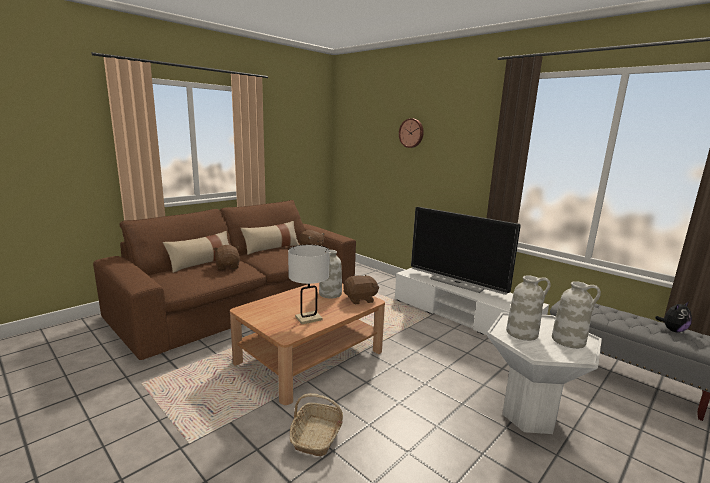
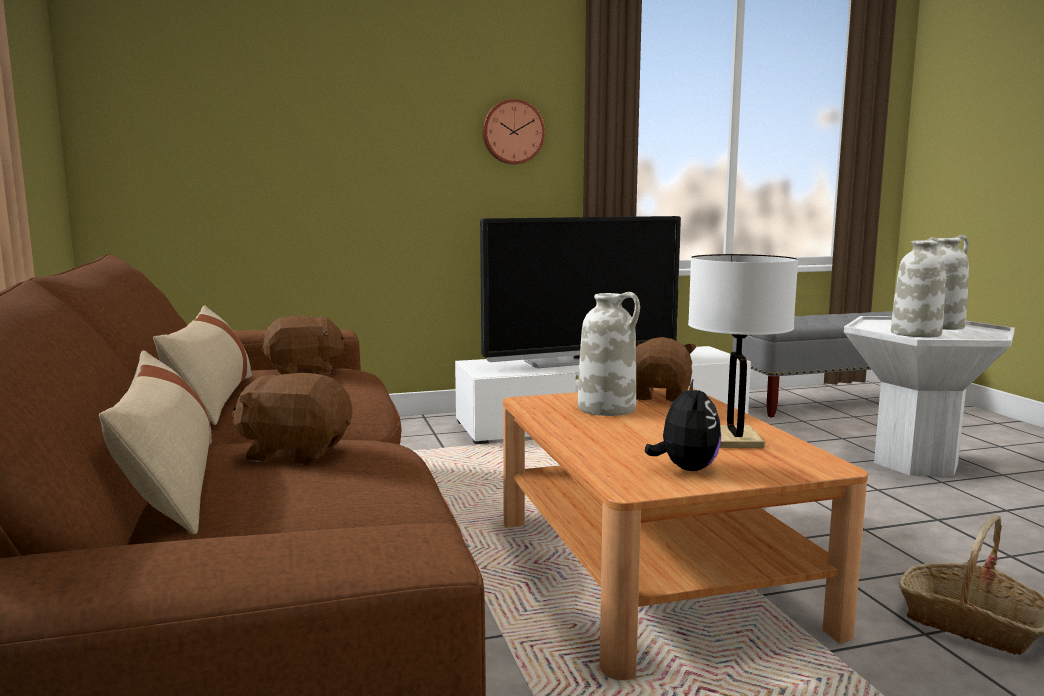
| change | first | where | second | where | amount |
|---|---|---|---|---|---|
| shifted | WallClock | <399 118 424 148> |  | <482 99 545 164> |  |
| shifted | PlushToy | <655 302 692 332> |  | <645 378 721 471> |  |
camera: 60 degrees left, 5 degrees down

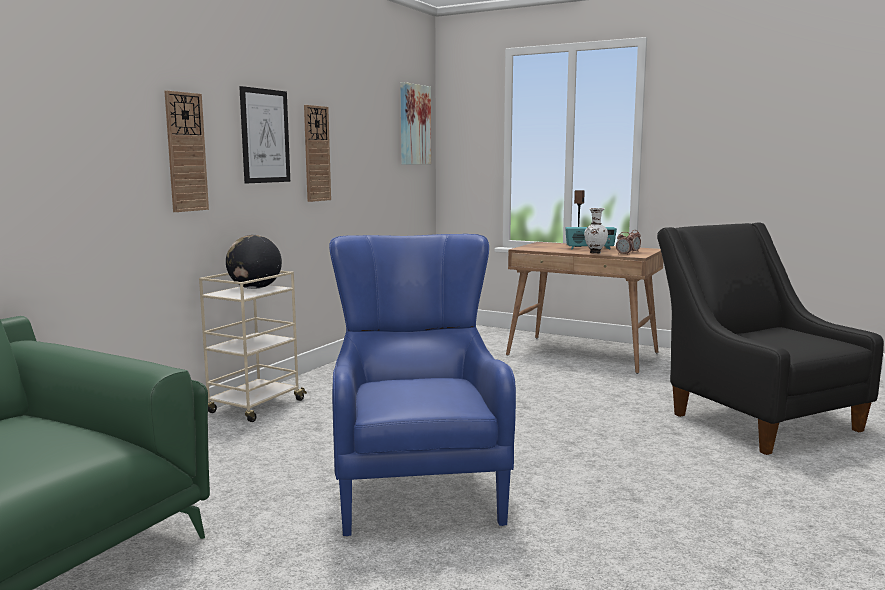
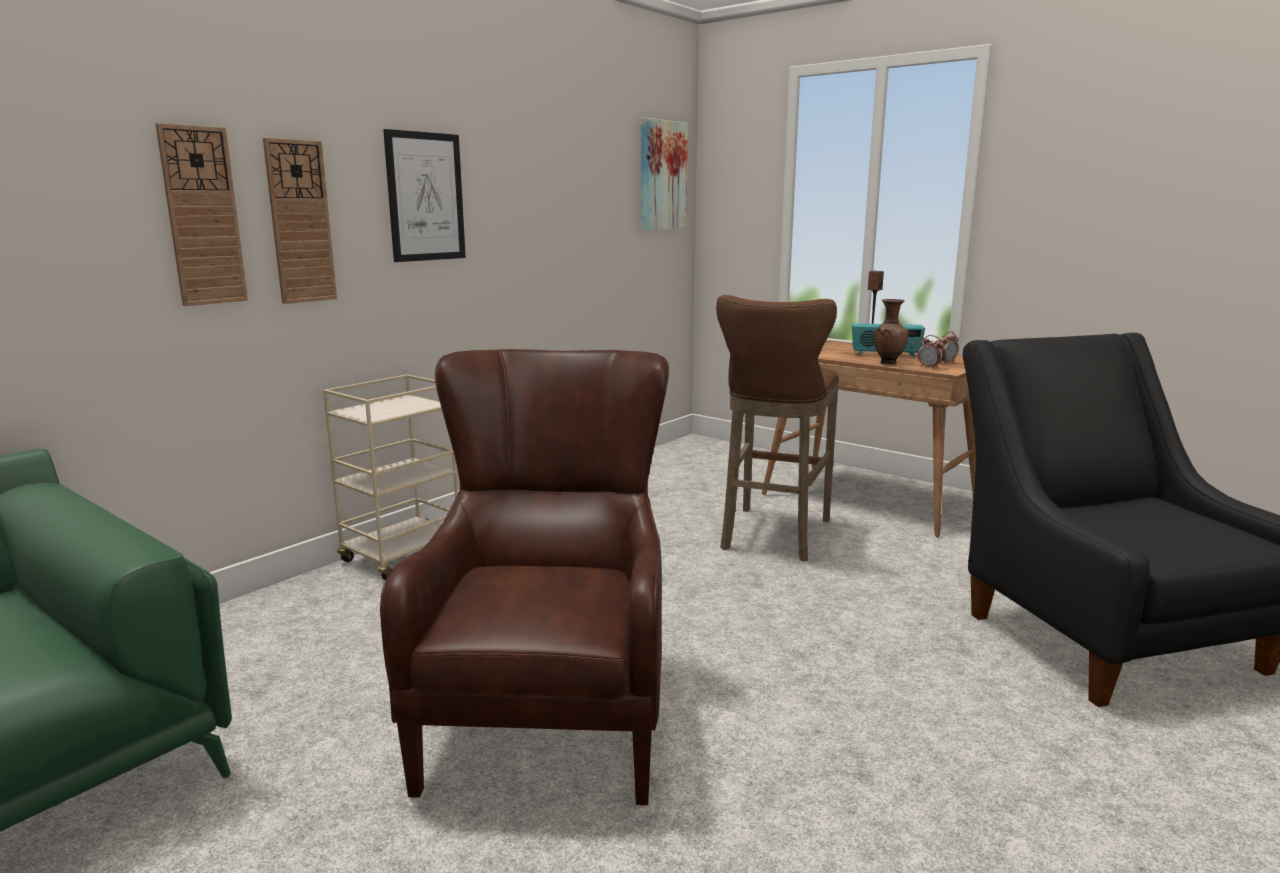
| change | first | where | second | where | amount |
|---|---|---|---|---|---|
| gone | Globe | <226 235 282 289> |  |  |  |
| shifted | WallClock | <304 105 331 202> |  | <156 123 248 306> |  |
| repainted | BlueArmchair | <329 234 516 536> | BrownArmchair | <380 349 669 805> |  |
| repainted | WhiteVase | <584 208 608 253> | BrownVase | <874 299 908 364> |  |
| new |  |  | BrownStool | <716 295 839 561> |  |
camera: 10 degrees right, 5 degrees up

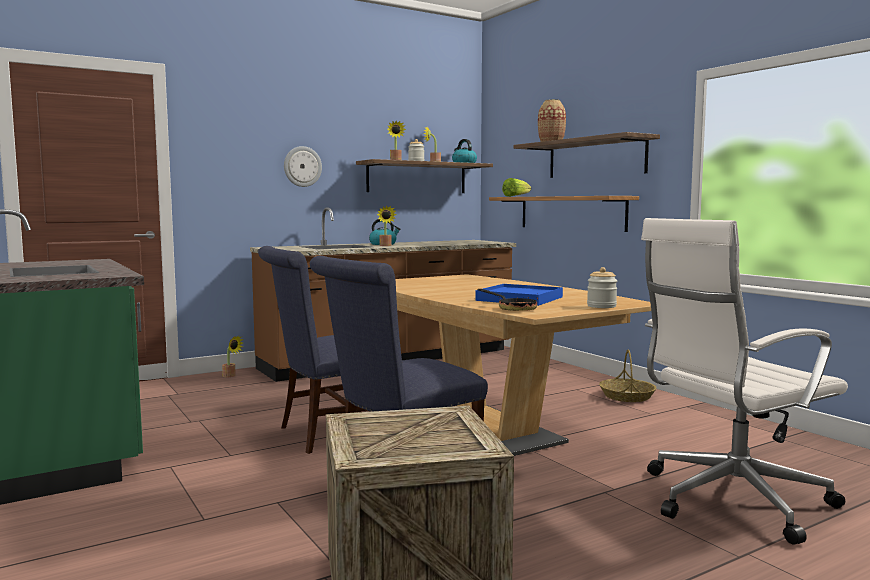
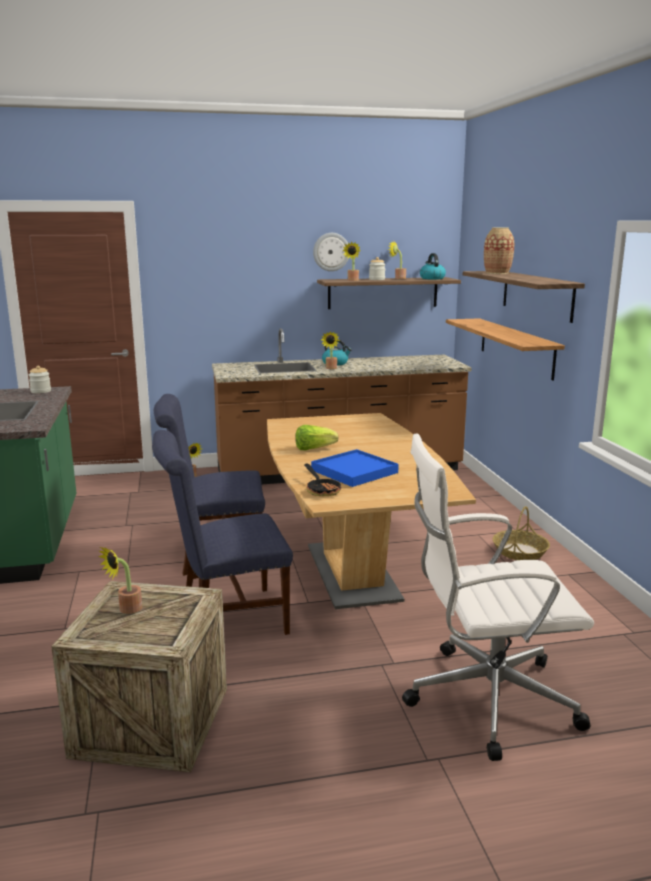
| change | first | where | second | where | amount |
|---|---|---|---|---|---|
| shifted | WallClock | <284 146 322 187> |  | <313 233 349 271> |  |
| shifted | Lettuce | <502 178 531 197> |  | <295 425 338 450> |  |
| shifted | Jar | <587 267 617 308> |  | <29 365 51 393> |  |
| new |  |  | PottedPlant | <98 546 142 614> |  |
camera: 20 degrees right, 10 degrees up

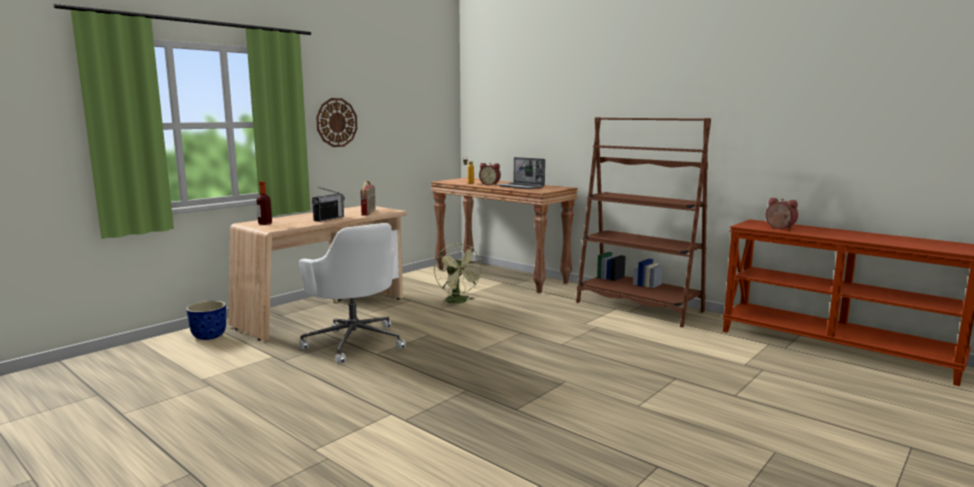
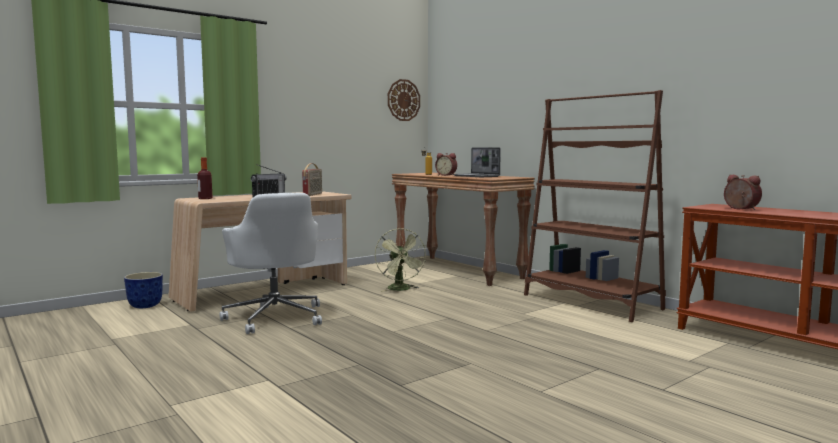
| change | first | where | second | where | amount |
|---|---|---|---|---|---|
| shifted | WallClock | <316 98 357 147> |  | <388 79 420 121> |  |
camera: 10 degrees right, 5 degrees down

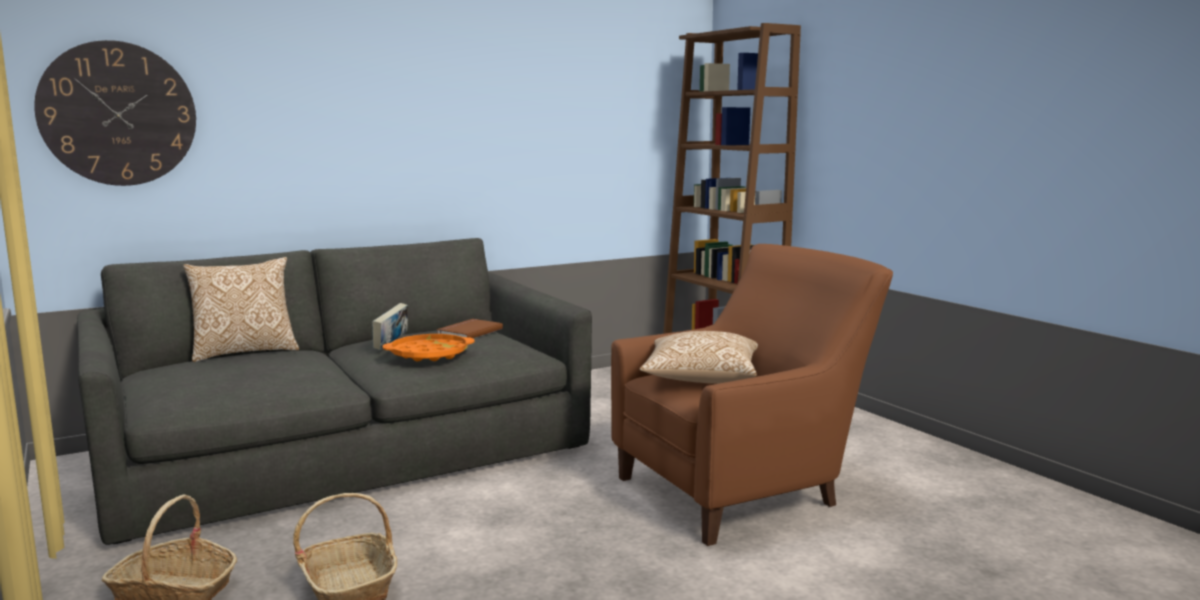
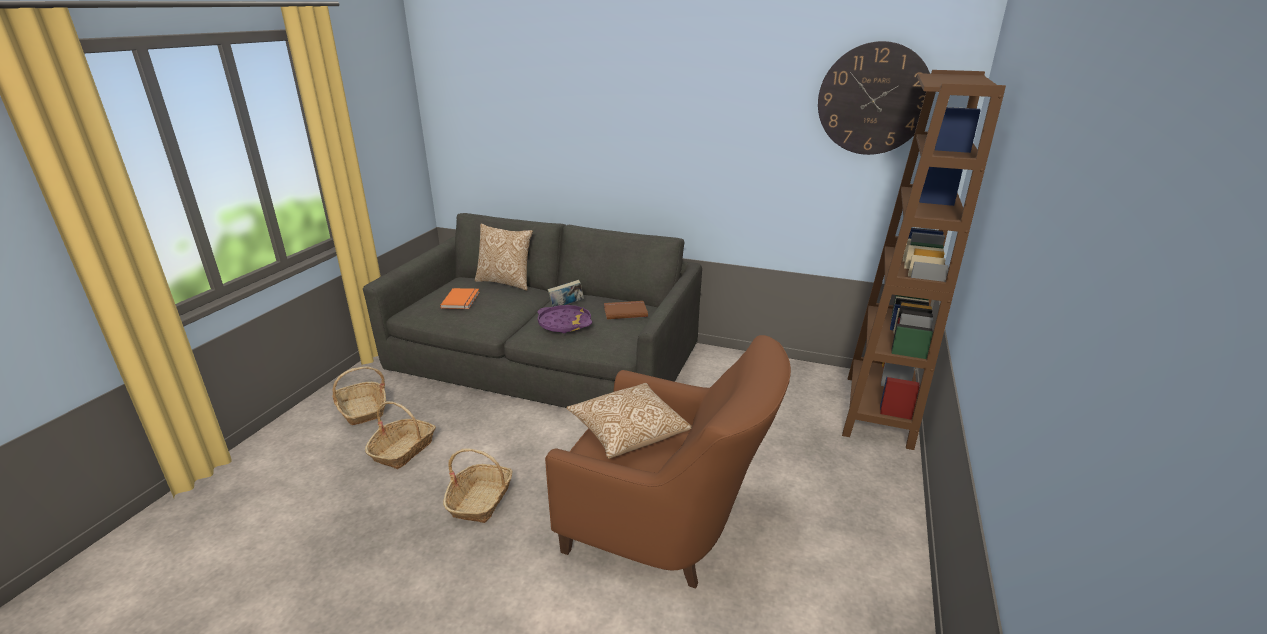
| change | first | where | second | where | amount |
|---|---|---|---|---|---|
| shifted | WallClock | <34 40 196 186> |  | <818 41 930 155> |  |
| repainted | OrangeTray | <383 334 475 361> | PurpleTray | <538 305 592 333> |  |
| new |  |  | OrangeBook | <440 288 479 309> |  |
| new |  |  | Basket | <443 449 513 523> |  |
camera: 50 degrees right, 15 degrees up

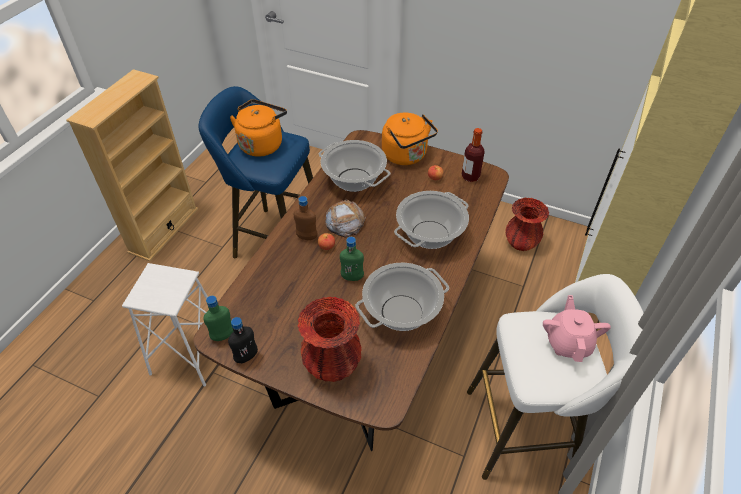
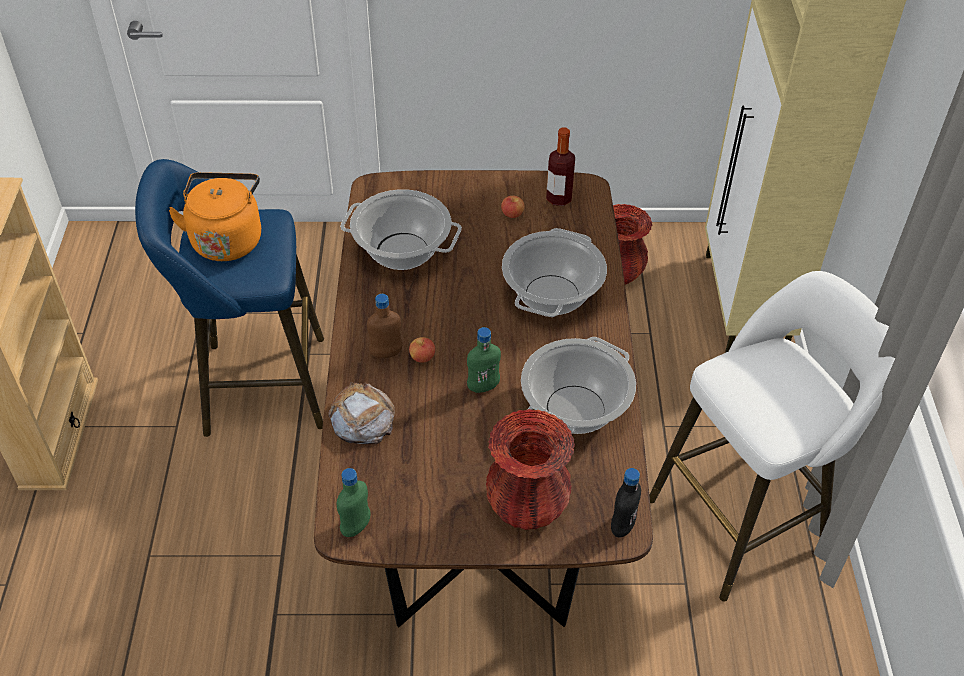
| change | first | where | second | where | amount |
|---|---|---|---|---|---|
| gone | WhiteStool | <122 263 208 386> |  |  |  |
| shifted | BlackBottle | <228 317 258 363> |  | <611 468 641 538> |  |
| shifted | Bread | <326 199 366 238> |  | <328 382 395 444> |  |
| gone | OrangeKettle | <382 113 438 165> |  |  |  |
| gone | PinkTeapot | <543 295 611 362> |  |  |  |
camera: 25 degrees left, 0 degrees up

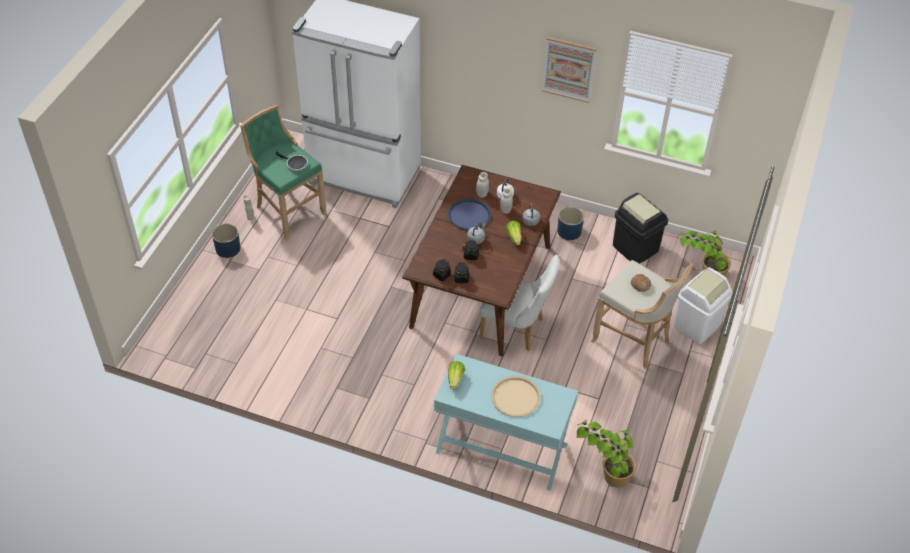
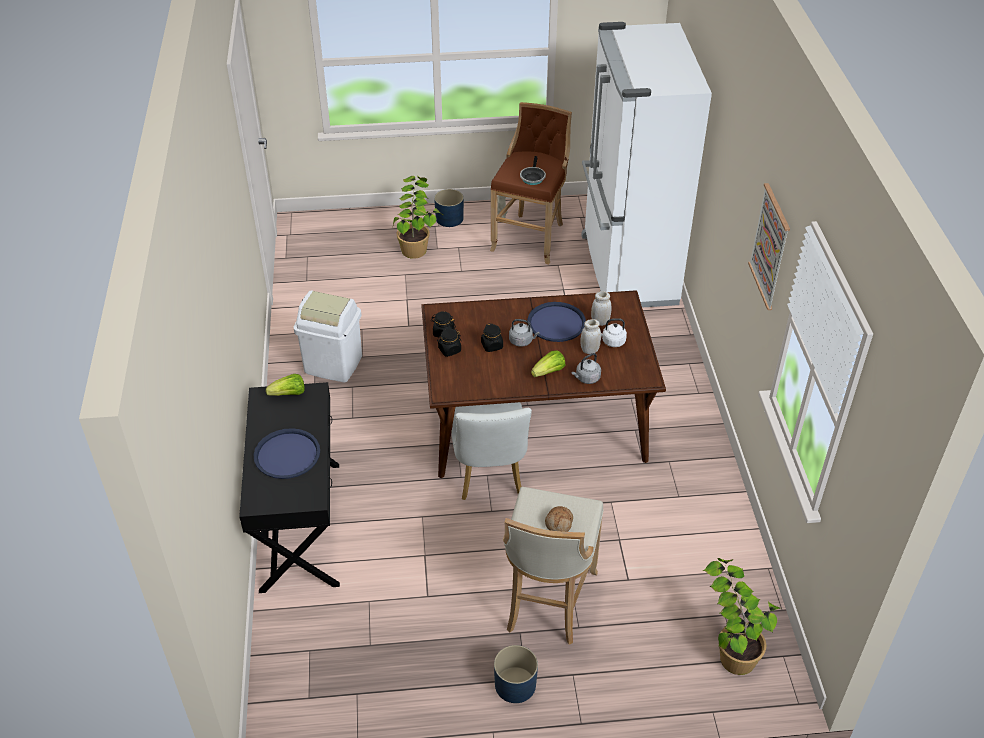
| change | first | where | second | where | amount |
|---|---|---|---|---|---|
| repainted | GreenStool | <240 105 327 240> | BrownStool | <490 102 572 264> |  |
| repainted | TurquoiseConsoleTable | <434 354 578 491> | BlackConsoleTable | <239 382 340 593> |  |
| repainted | BeigeTray | <491 376 541 417> | BlueTray | <254 428 320 479> |  |
| shifted | BluePlanter | <557 207 584 240> |  | <494 645 538 703> |  |
| shifted | PottedPlant | <577 419 636 487> |  | <393 175 444 259> |  |
| gone | BlackTrashCan | <613 193 668 264> |  |  |  |
| shifted | WhiteTrashCan | <673 267 733 344> |  | <293 290 362 382> |  |
camera: 65 degrees right, 5 degrees down

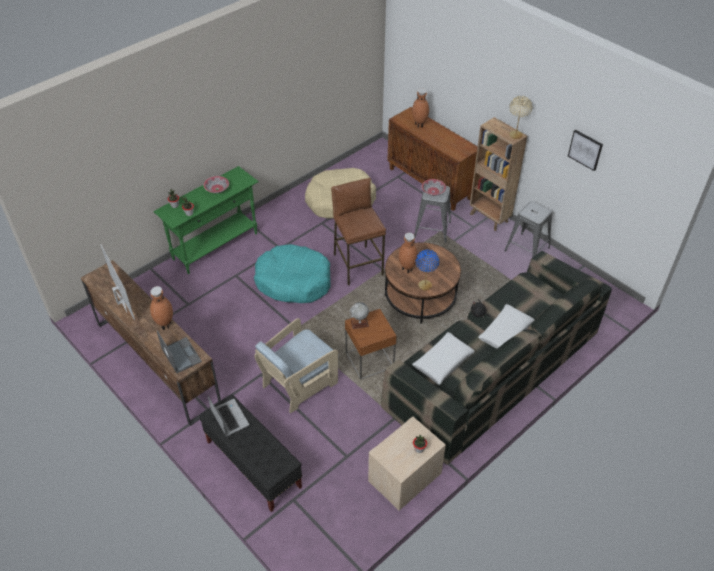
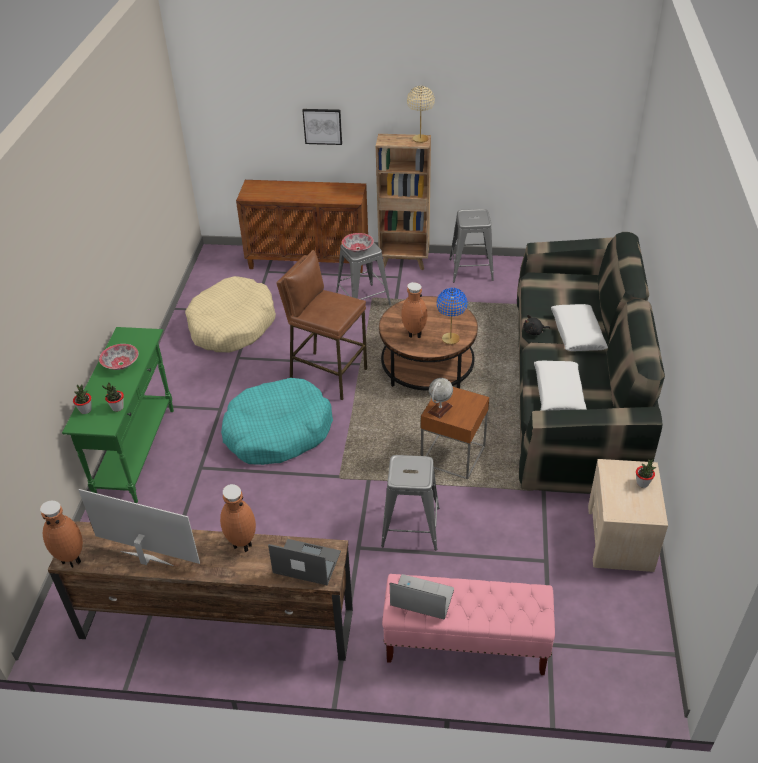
| change | first | where | second | where | amount |
|---|---|---|---|---|---|
| repainted | BlackBench | <200 394 302 512> | PinkBench | <382 574 555 675> |  |
| swapped | BeigeArmchair | <254 318 339 413> | GreyStool | <381 455 439 550> |  |
| shifted | BrownVase | <412 88 429 128> |  | <40 501 83 568> |  |
| shifted | Picture | <568 130 603 171> |  | <302 109 342 145> |  |
camera: 40 degrees left, 5 degrees down

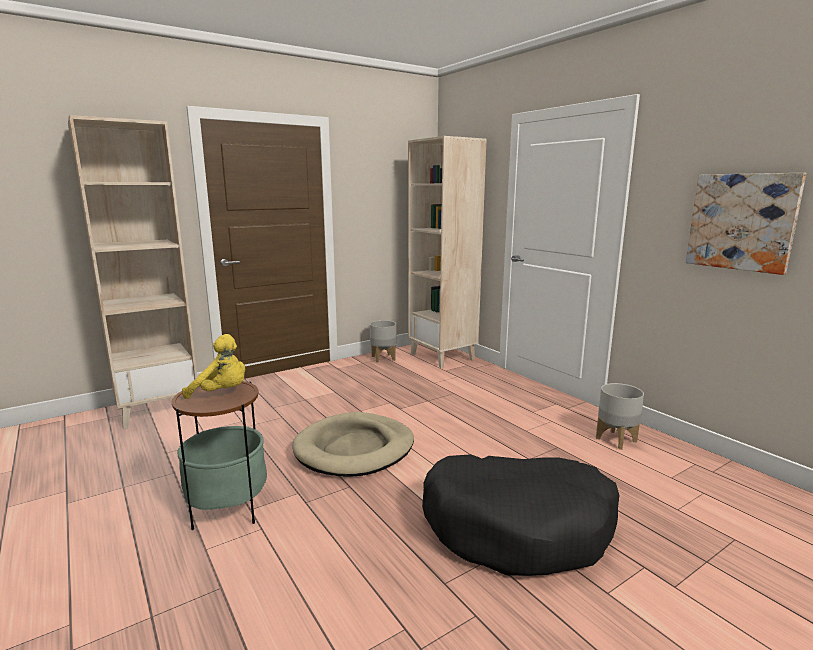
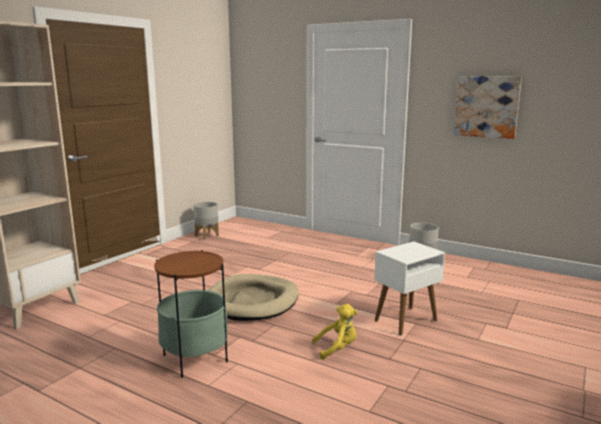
| change | first | where | second | where | amount |
|---|---|---|---|---|---|
| shifted | YellowPlushToy | <182 334 245 399> |  | <312 304 358 360> |  |
| gone | BeigeBookcase | <408 136 487 368> |  |  |  |
| swapped | BlackDogBed | <422 454 620 576> | WhiteSideTable | <374 242 445 335> |  |
camera: 25 degrees left, 0 degrees up

